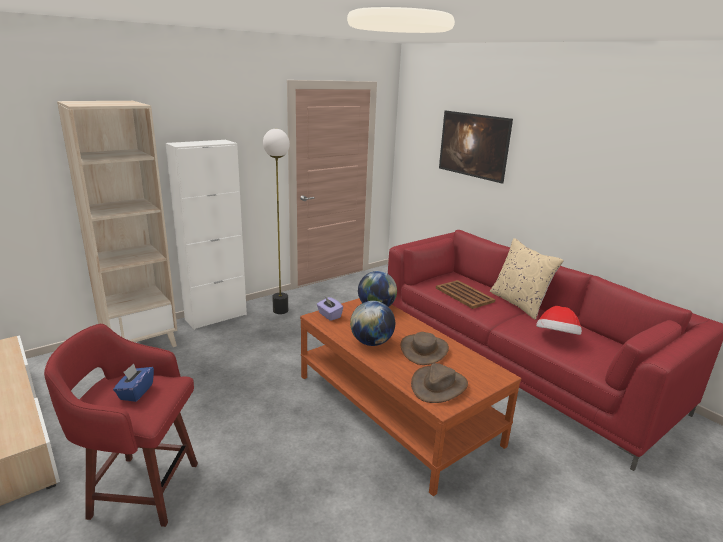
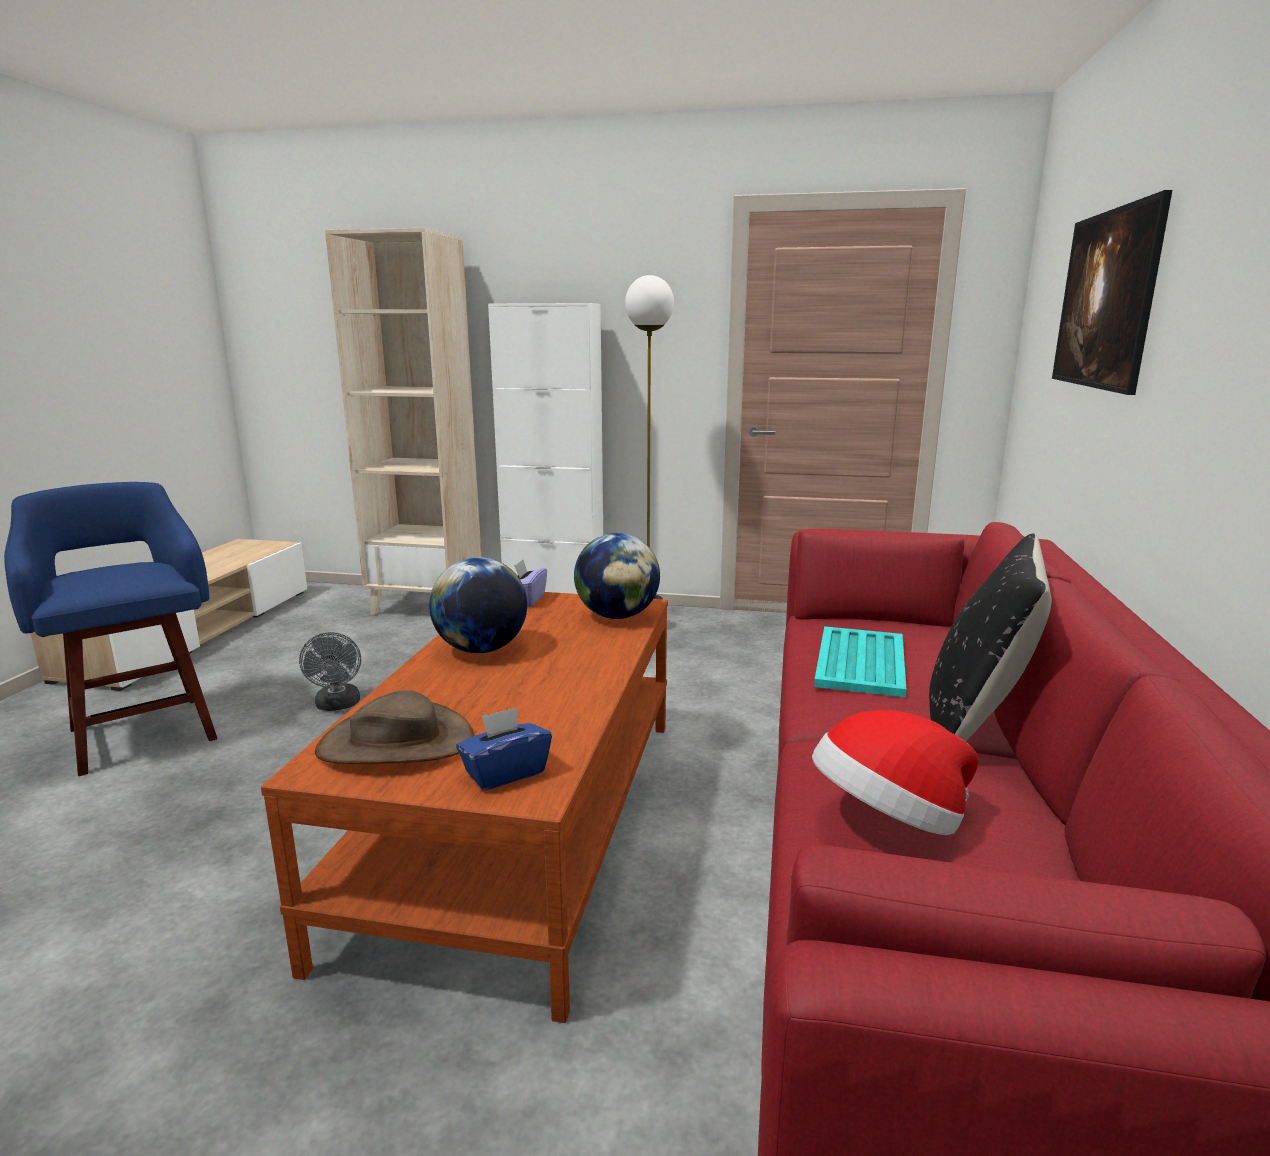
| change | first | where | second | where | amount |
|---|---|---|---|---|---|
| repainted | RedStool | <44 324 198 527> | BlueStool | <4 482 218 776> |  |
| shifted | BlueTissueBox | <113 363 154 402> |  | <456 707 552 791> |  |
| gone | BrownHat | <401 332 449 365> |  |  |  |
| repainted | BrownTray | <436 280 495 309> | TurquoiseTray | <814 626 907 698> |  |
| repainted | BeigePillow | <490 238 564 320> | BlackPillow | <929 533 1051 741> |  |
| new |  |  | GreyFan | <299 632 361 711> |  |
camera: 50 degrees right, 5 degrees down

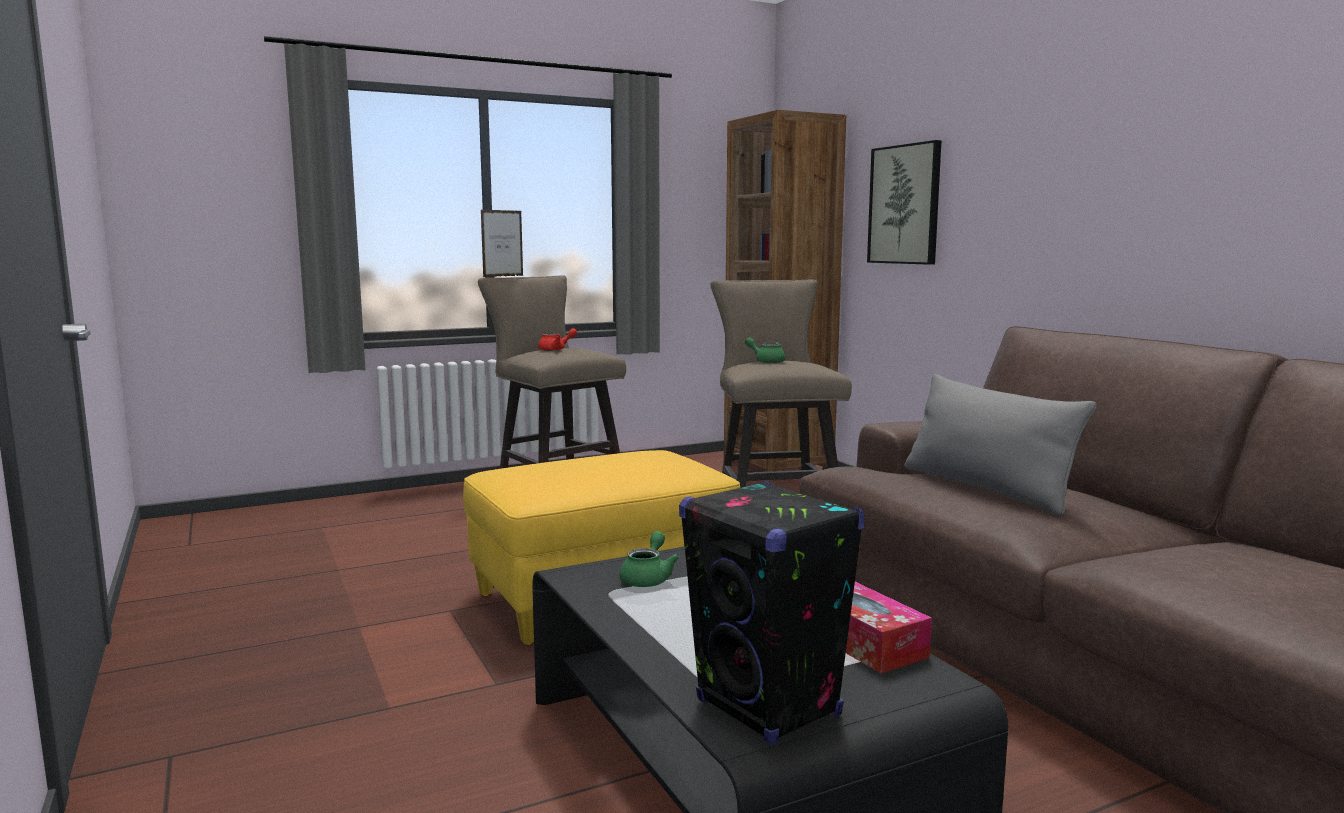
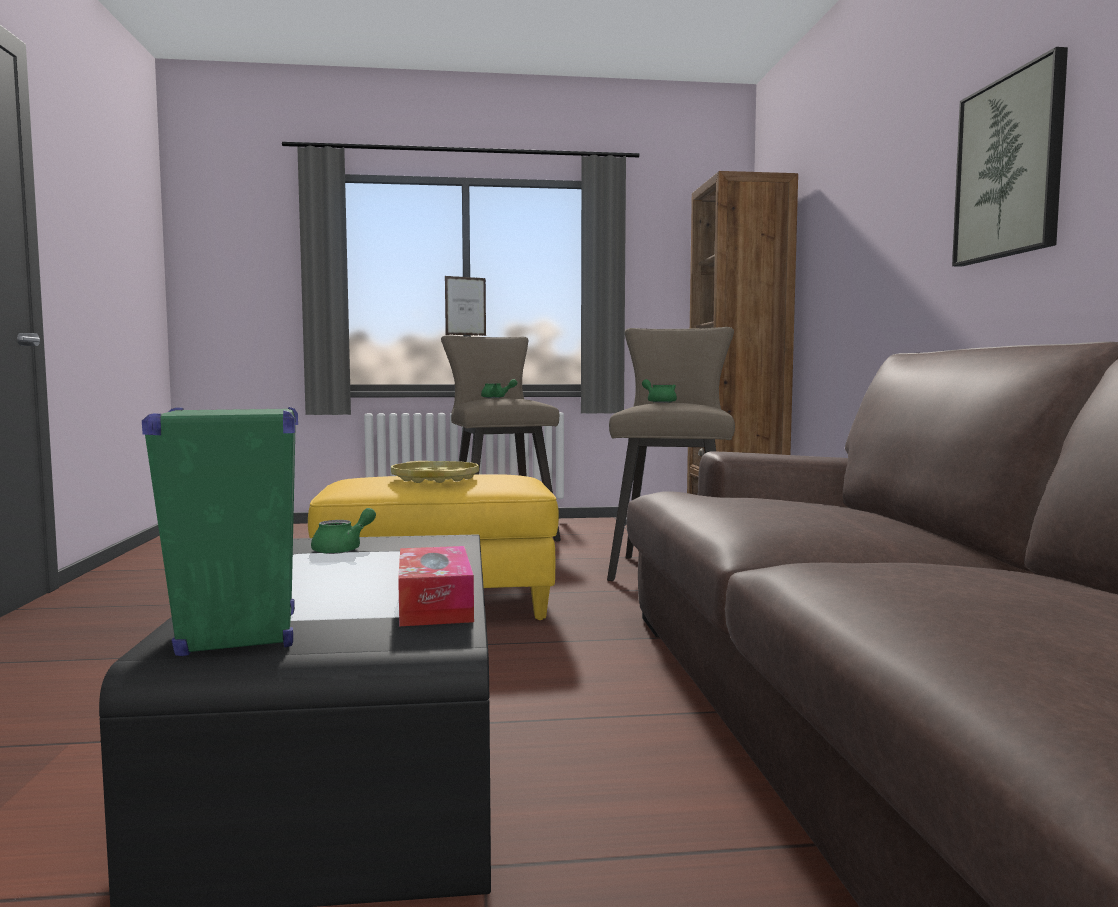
| change | first | where | second | where | amount |
|---|---|---|---|---|---|
| repainted | RedTeapot | <538 328 577 351> | GreenTeapot | <481 379 517 398> |  |
| repainted | BlackSpeaker | <679 481 865 745> | GreenSpeaker | <142 407 298 656> |  |
| shifted | Picture | <867 140 941 265> |  | <952 47 1068 266> |  |
| gone | GreyPillow | <905 374 1097 516> |  |  |  |
| new |  |  | YellowTray | <391 461 479 483> |  |
camera: 20 degrees right, 5 degrees down

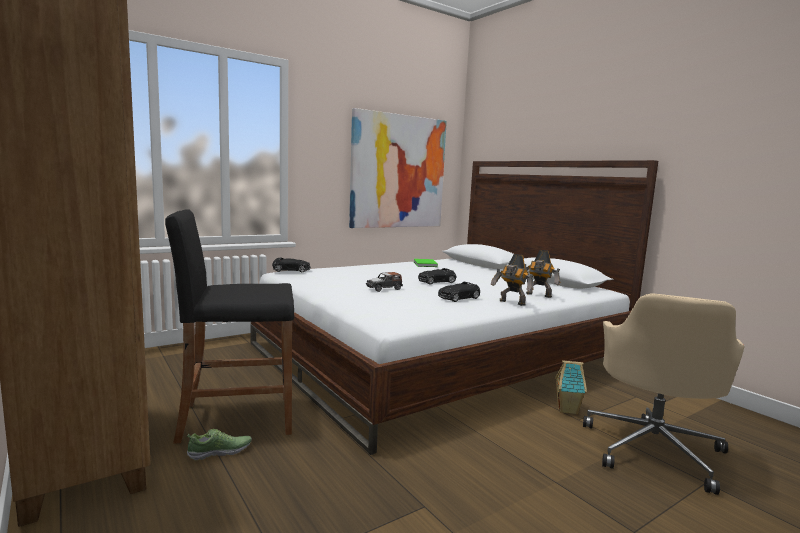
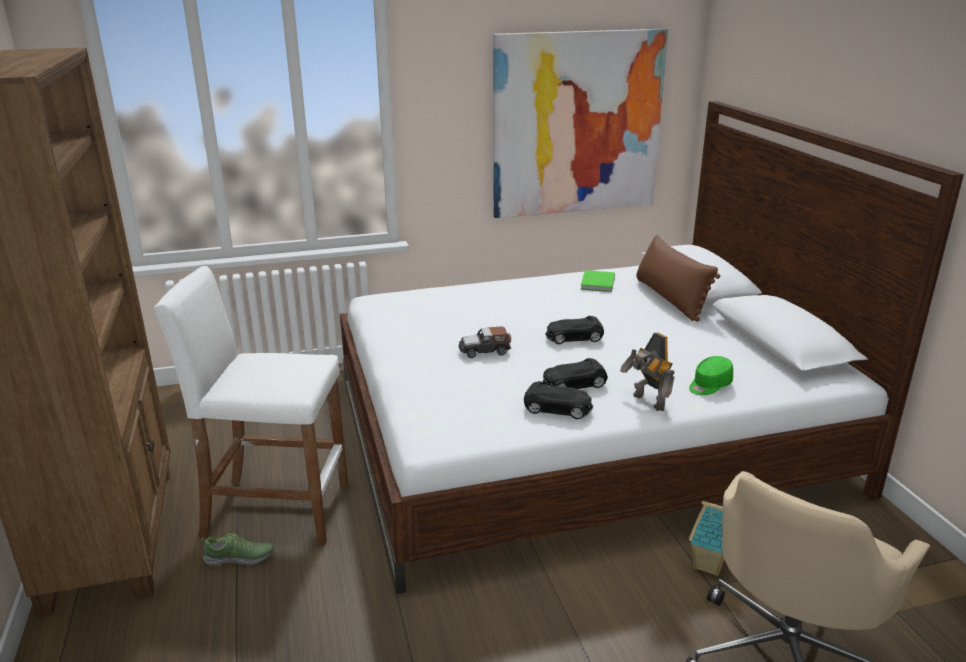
| change | first | where | second | where | amount |
|---|---|---|---|---|---|
| repainted | BlackStool | <165 209 294 444> | WhiteStool | <154 266 348 545> |  |
| shifted | BlackToyCar | <272 257 311 272> |  | <524 381 593 419> |  |
| swapped | ToyRobot | <525 250 560 298> | GreenCap | <689 356 733 395> |  |
| new |  |  | BrownPillow | <636 234 720 321> |  |
camera: 20 degrees right, 15 degrees up

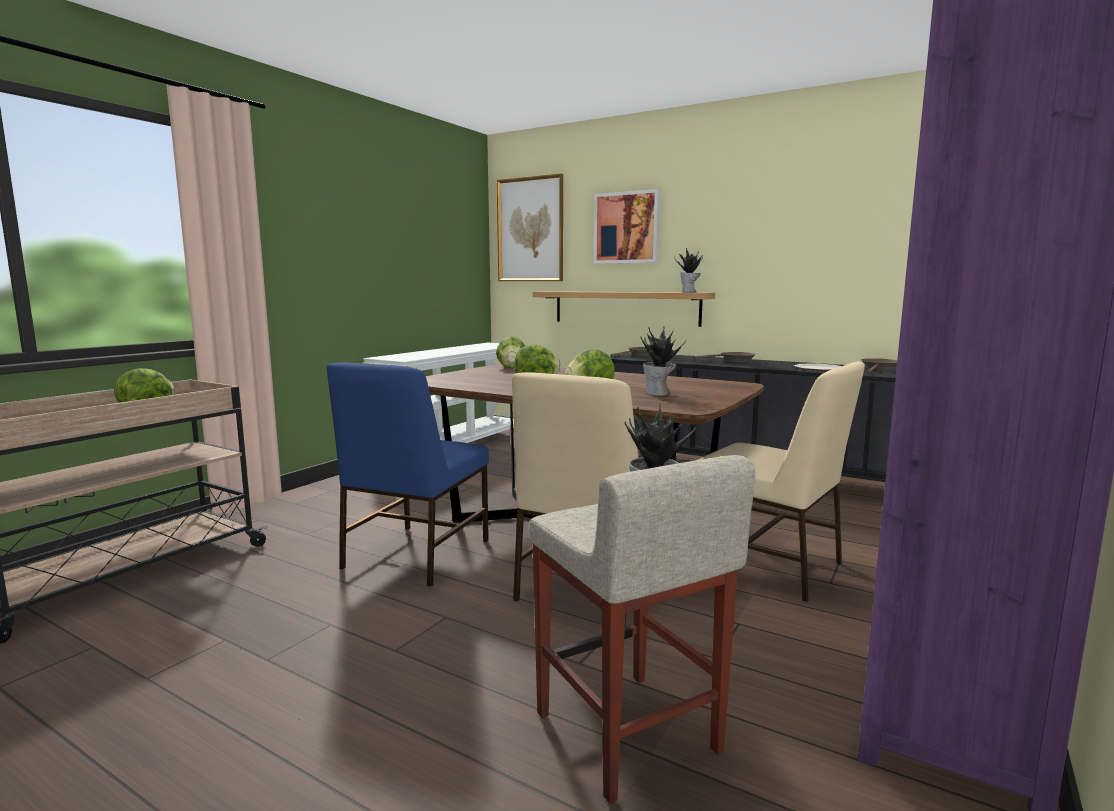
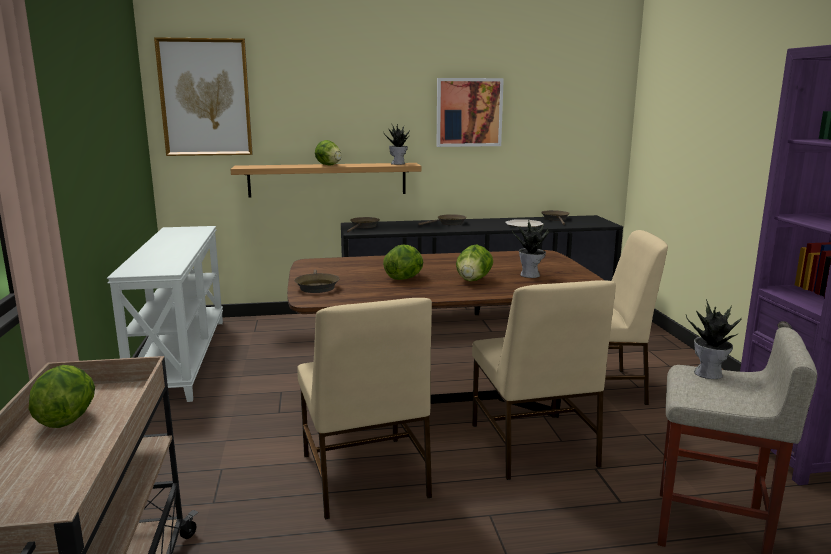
| change | first | where | second | where | amount |
|---|---|---|---|---|---|
| repainted | BlueChair | <327 363 489 587> | BeigeChair | <297 298 432 519> |  |
| shifted | Lettuce | <496 336 525 368> |  | <315 140 342 166> |  |
| shifted | Picture | <594 189 660 264> |  | <437 78 504 147> |  |
| new |  |  | BrownFryingPan | <294 270 340 293> |  |
camera: 40 degrees left, 5 degrees up

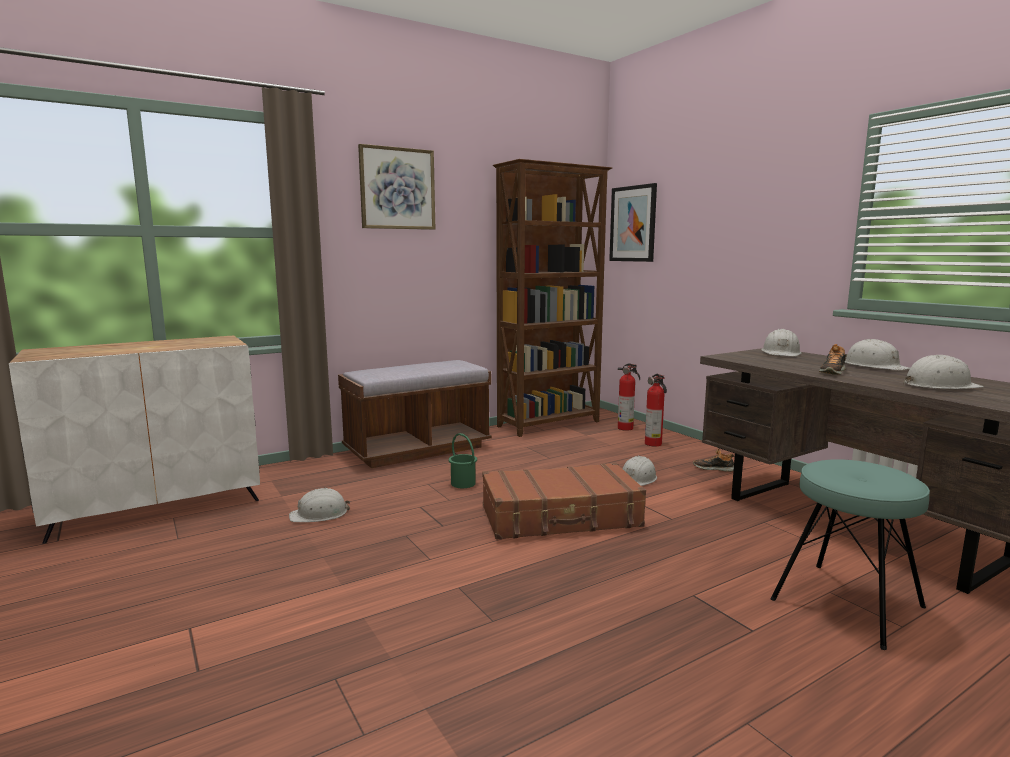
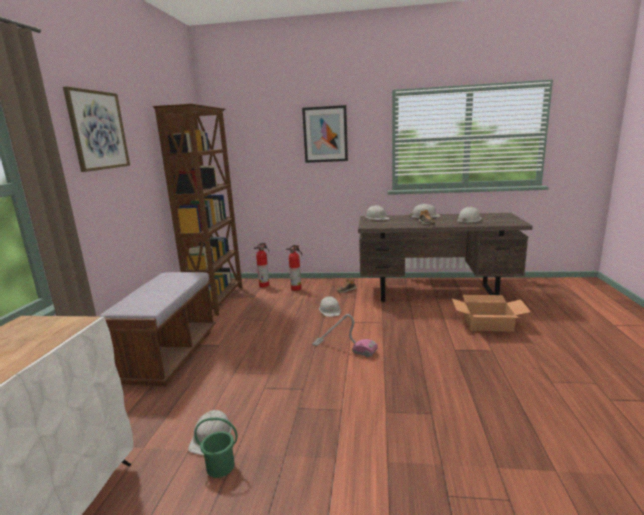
| change | first | where | second | where | amount |
|---|---|---|---|---|---|
| shifted | GreenBucket | <449 433 477 488> |  | <194 417 237 478> |  |
| swapped | BrownSuitcase | <482 462 646 540> | VacuumCleaner | <312 314 378 358> |  |
| shifted | Picture | <609 183 657 262> |  | <302 105 348 163> |  |
| swapped | TurquoiseStool | <770 459 930 650> | CardboardBox | <452 295 531 332> |  |
camera: 50 degrees left, 5 degrees up

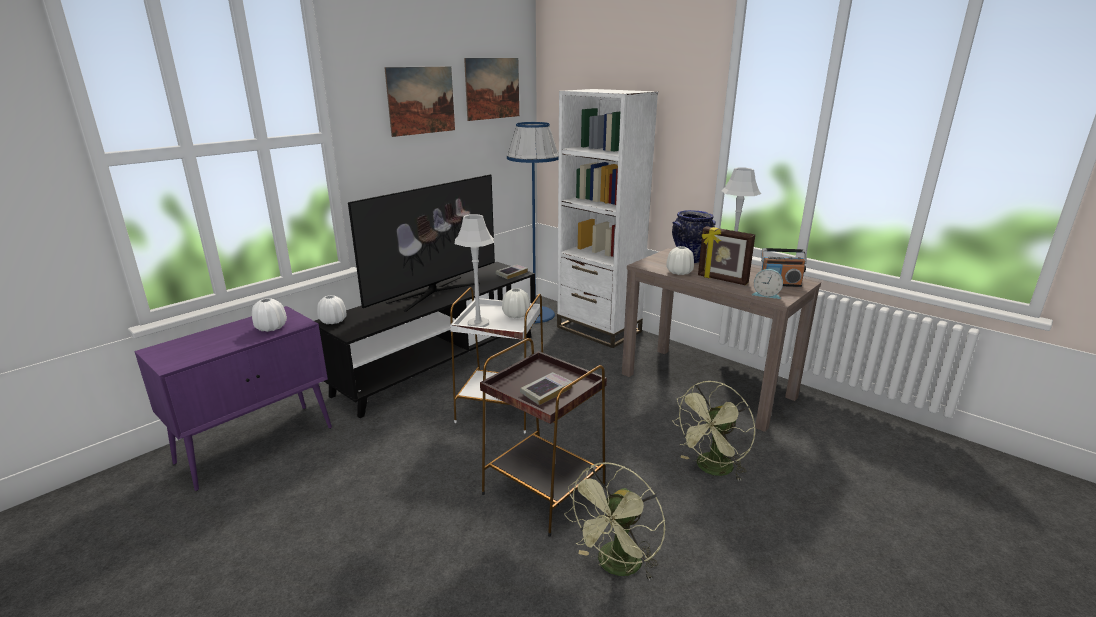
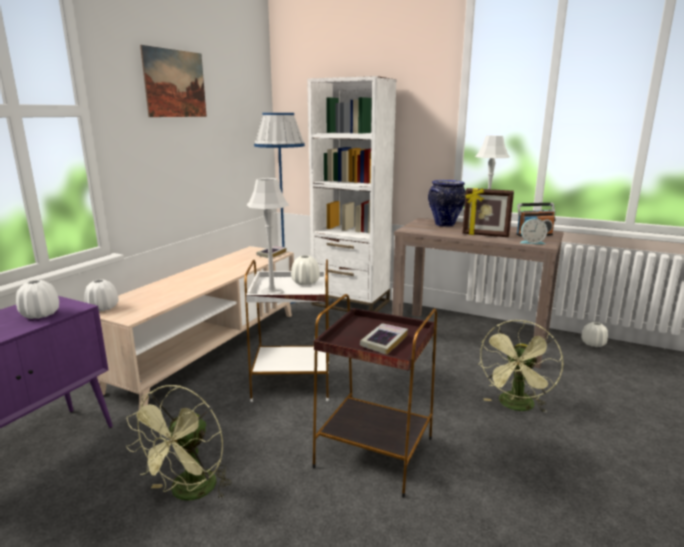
| change | first | where | second | where | amount |
|---|---|---|---|---|---|
| repainted | BlackTvStand | <315 262 535 418> | BeigeTvStand | <97 246 294 409> |  |
| gone | Television | <348 174 495 312> |  |  |  |
| gone | Picture | <464 58 519 121> |  |  |  |
| shifted | GreenFan | <564 462 665 581> |  | <126 385 232 501> |  |
| shifted | WhiteVase | <666 246 694 275> |  | <581 322 608 347> |  |
camera: 15 degrees left, 5 degrees down

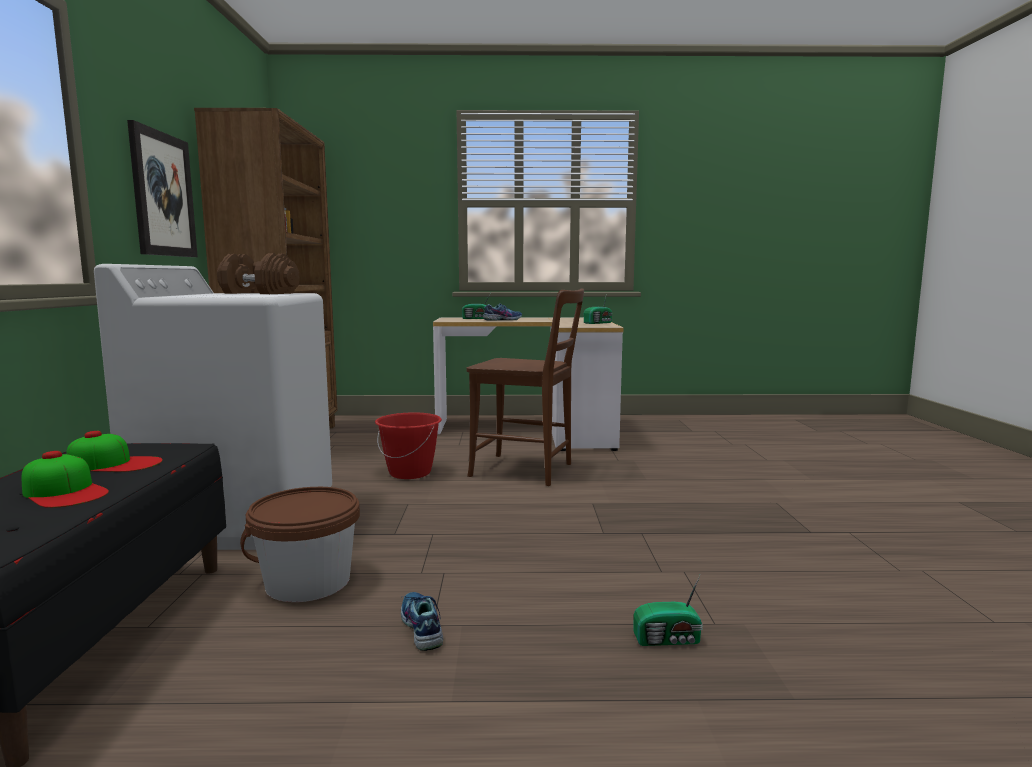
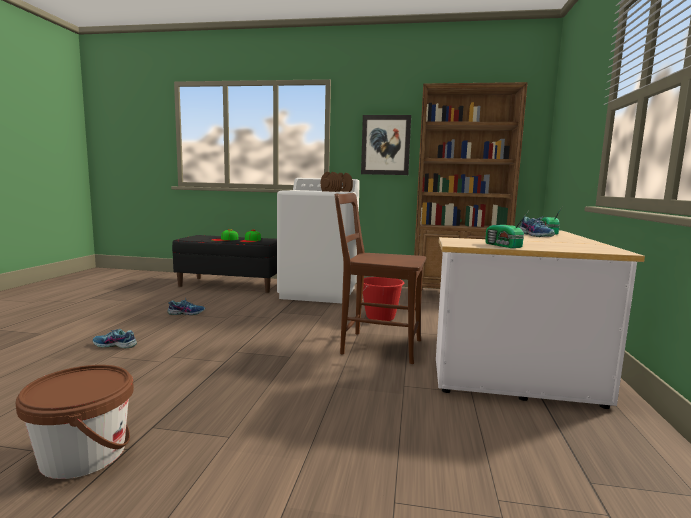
| change | first | where | second | where | amount |
|---|---|---|---|---|---|
| shifted | BrownBucket | <240 487 360 602> |  | <16 365 134 479> |  |
| rotated | BrownChair | <466 288 584 486> |  | <335 193 426 364> | 75 degrees clockwise |
| swapped | Radio | <634 575 703 646> | Shoe | <93 329 137 348> |  |
camera: 100 degrees right, 0 degrees up

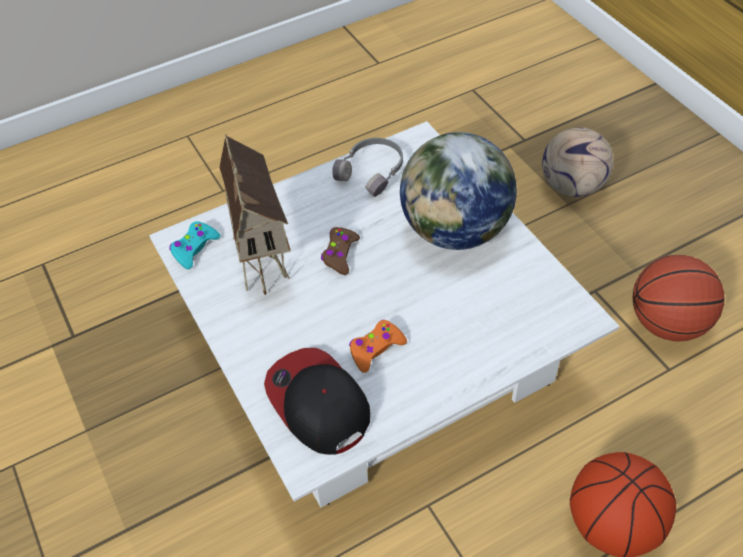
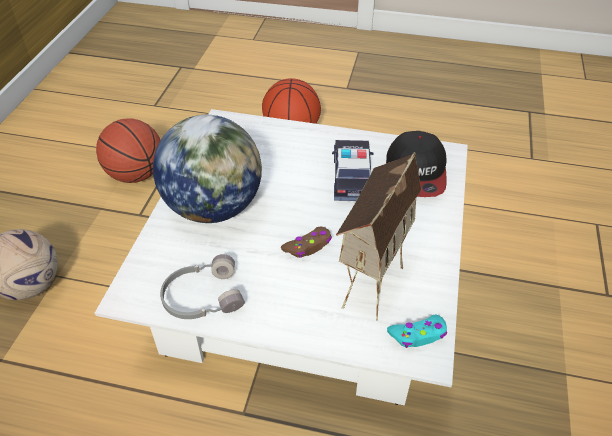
| change | first | where | second | where | amount |
|---|---|---|---|---|---|
| swapped | OrangeGameController | <349 320 407 373> | ToyCar | <332 140 374 201> |  |
camera: 140 degrees left, 5 degrees down

